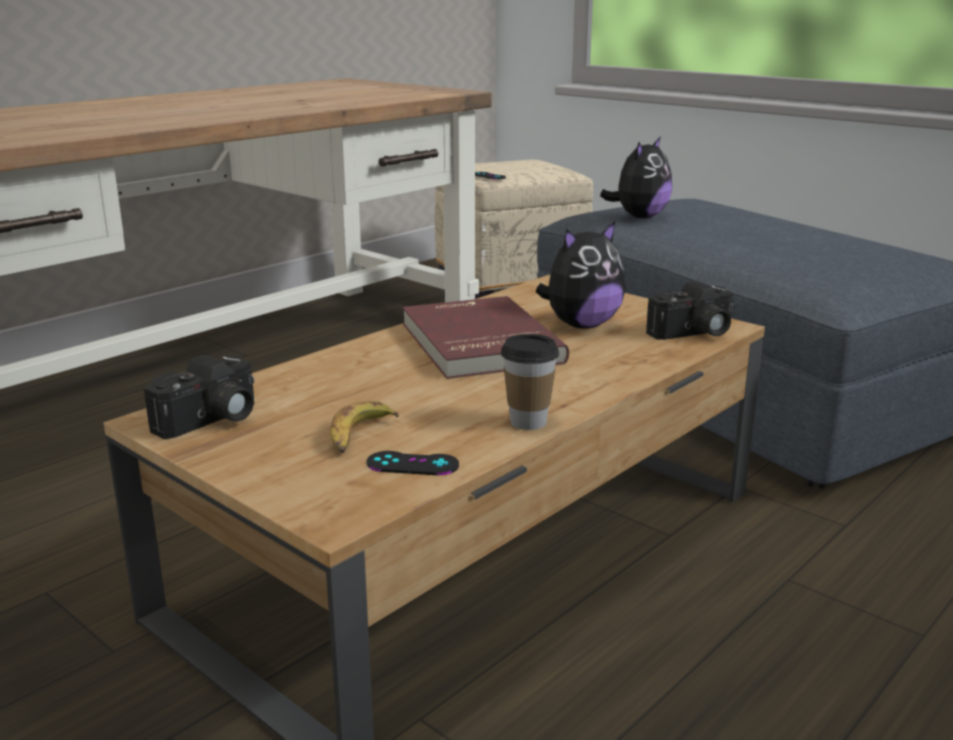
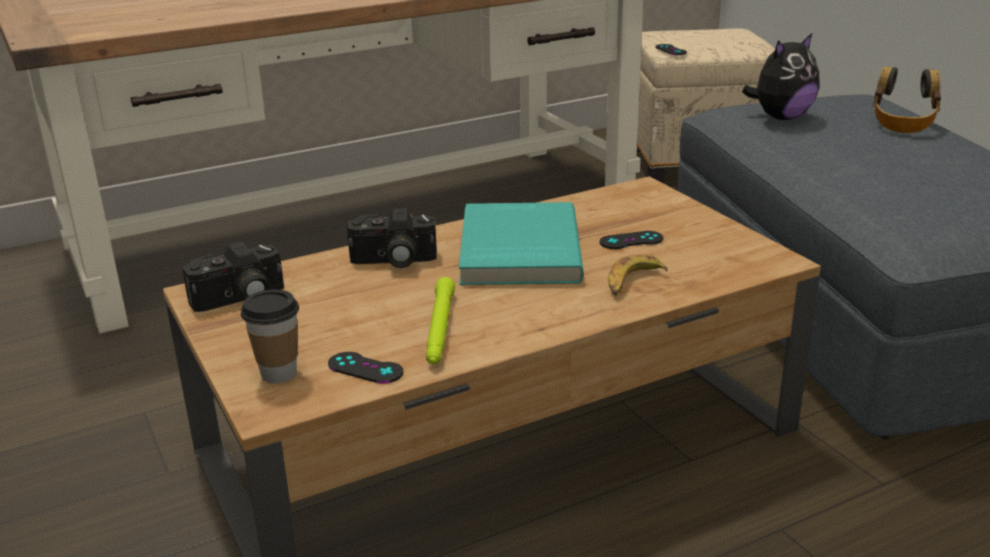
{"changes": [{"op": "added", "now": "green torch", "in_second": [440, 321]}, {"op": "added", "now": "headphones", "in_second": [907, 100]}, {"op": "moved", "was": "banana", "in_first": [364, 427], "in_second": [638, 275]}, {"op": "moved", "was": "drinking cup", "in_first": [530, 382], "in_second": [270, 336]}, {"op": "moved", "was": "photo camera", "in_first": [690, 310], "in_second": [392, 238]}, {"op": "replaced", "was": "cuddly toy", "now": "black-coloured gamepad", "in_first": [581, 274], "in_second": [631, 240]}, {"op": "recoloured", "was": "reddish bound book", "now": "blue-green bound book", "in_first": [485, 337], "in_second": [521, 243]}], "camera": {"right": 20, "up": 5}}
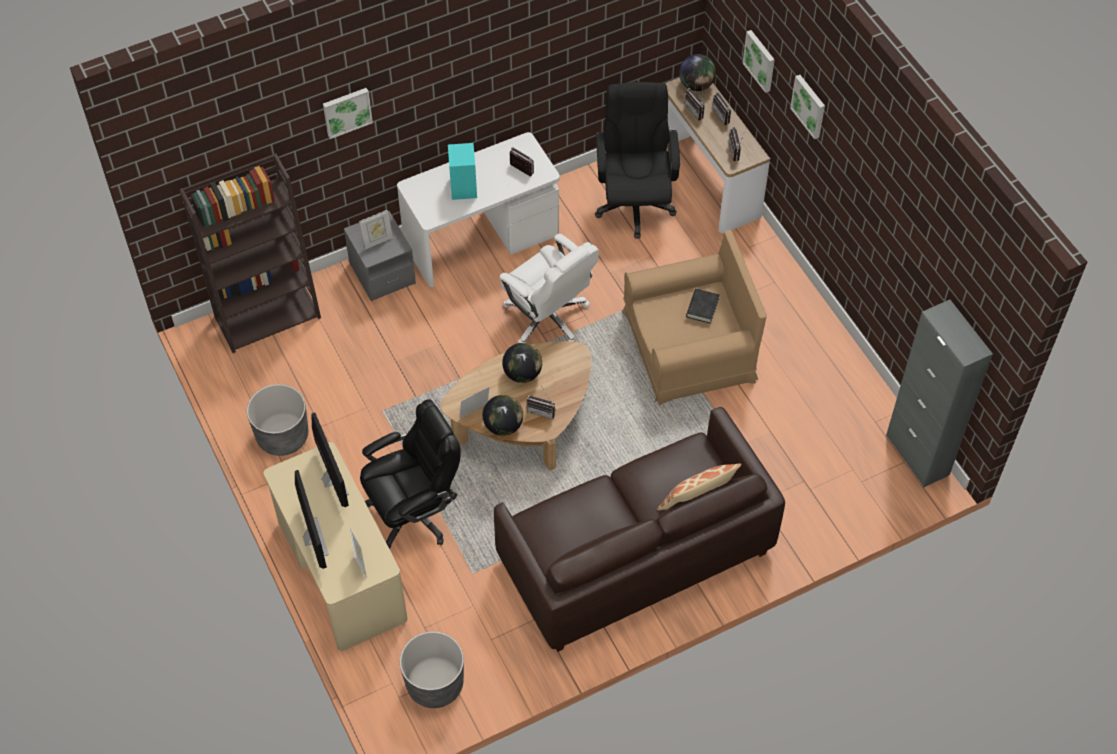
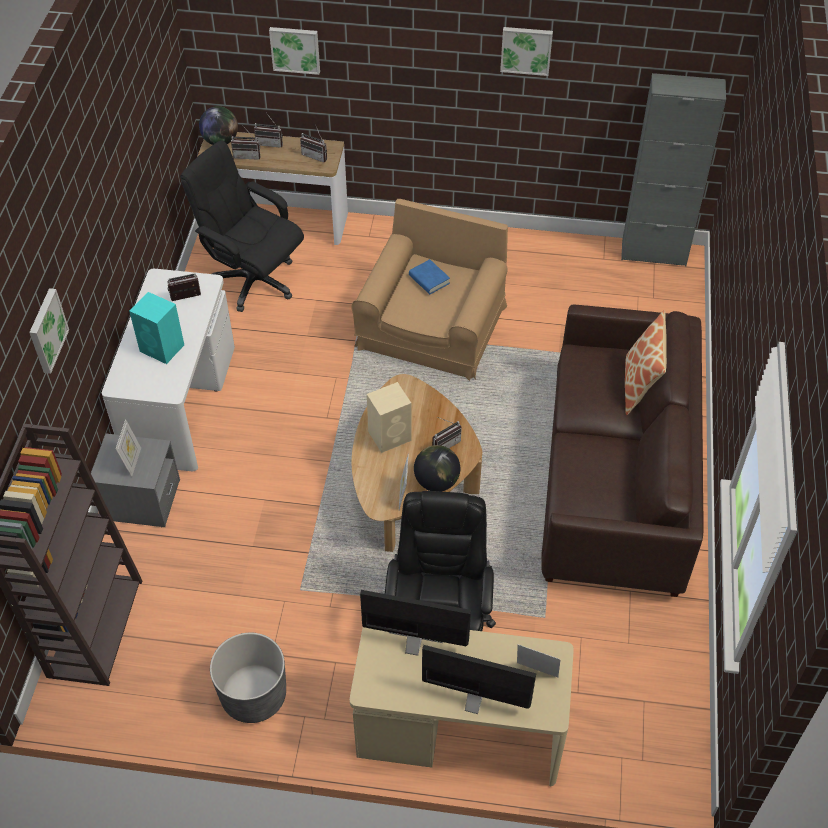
{"changes": [{"op": "removed", "was": "gray flower pot", "in_first": [432, 669]}, {"op": "removed", "was": "whitish computer chair", "in_first": [549, 288]}, {"op": "moved", "was": "picture", "in_first": [807, 107], "in_second": [526, 51]}, {"op": "replaced", "was": "desk globe", "now": "beige loudspeaker", "in_first": [522, 363], "in_second": [389, 417]}, {"op": "recoloured", "was": "black-coloured bound book", "now": "bluish bound book", "in_first": [702, 306], "in_second": [429, 276]}], "camera": {"right": -55, "up": -5}}
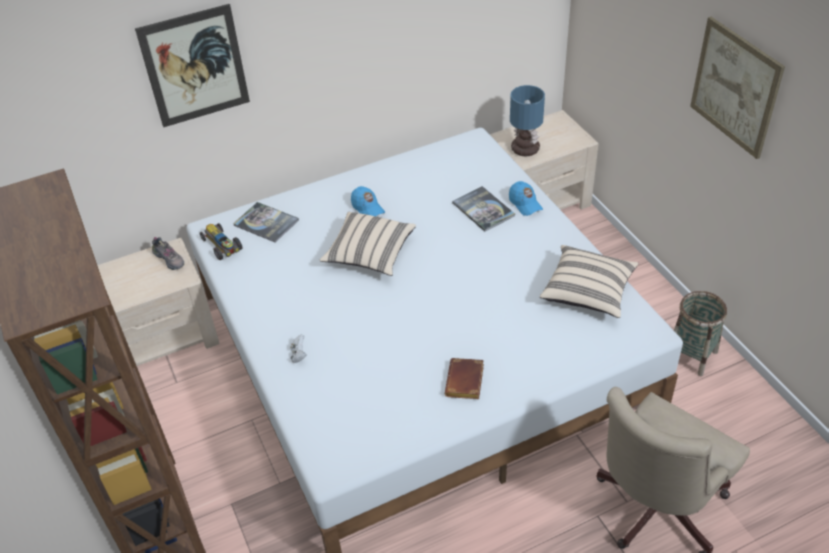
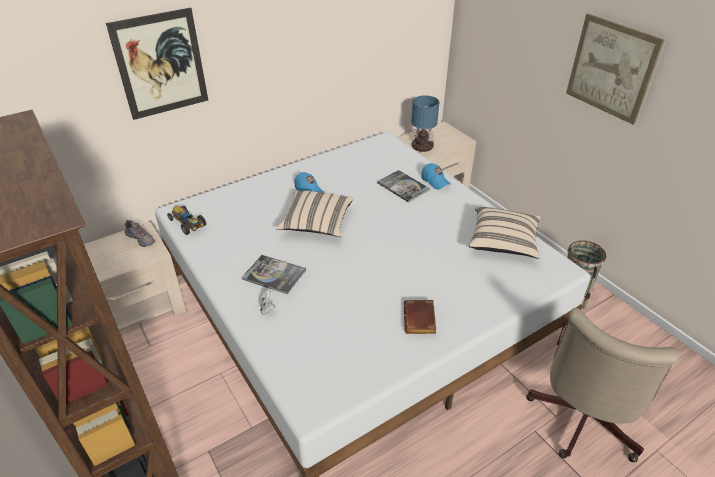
{"changes": [{"op": "moved", "was": "bound book", "in_first": [266, 222], "in_second": [274, 274]}], "camera": {"right": -10, "up": -5}}
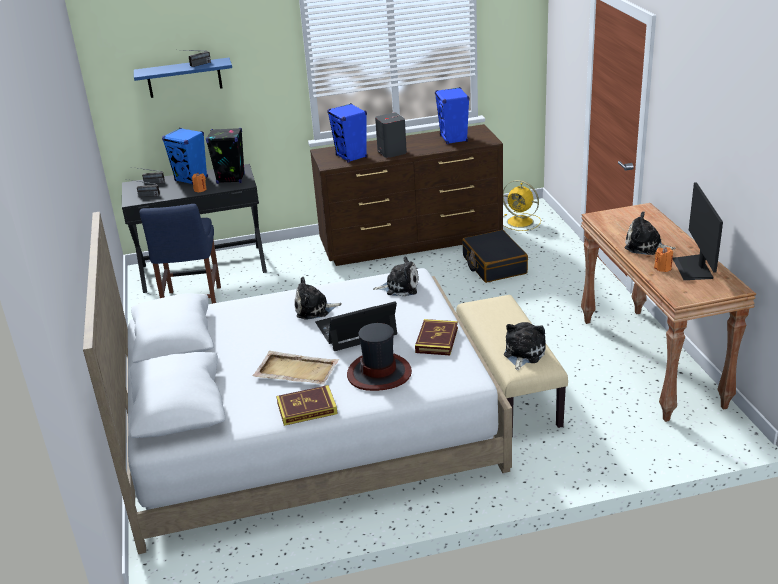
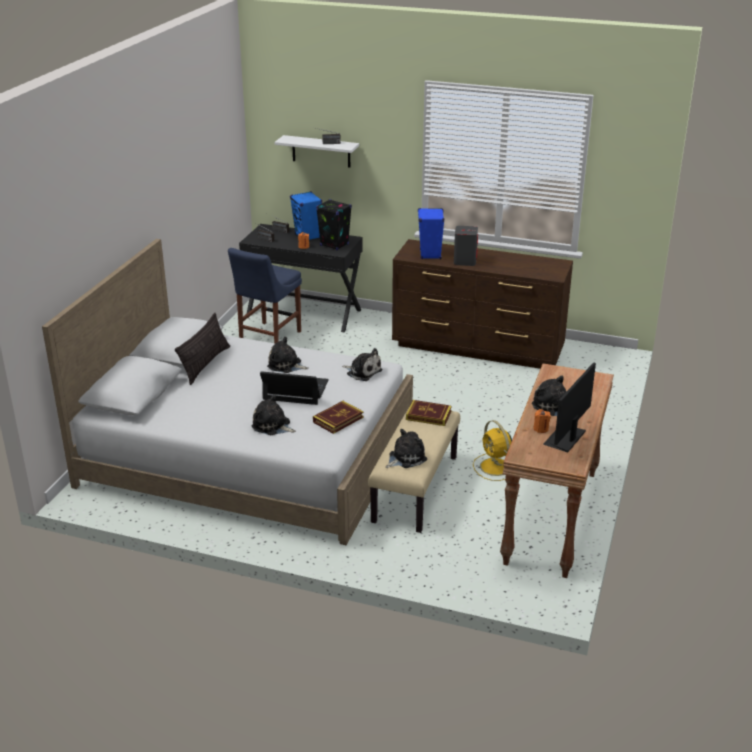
{"changes": [{"op": "removed", "was": "beige carrying tray", "in_first": [295, 367]}, {"op": "removed", "was": "bluish loudspeaker", "in_first": [452, 115]}, {"op": "removed", "was": "black-coloured suitcase", "in_first": [495, 256]}, {"op": "added", "now": "cushion", "in_second": [202, 349]}, {"op": "moved", "was": "bound book", "in_first": [307, 405], "in_second": [429, 413]}, {"op": "moved", "was": "yellowish electric fan", "in_first": [522, 205], "in_second": [492, 450]}, {"op": "replaced", "was": "clothing hat", "now": "cuddly toy", "in_first": [379, 357], "in_second": [274, 414]}, {"op": "recoloured", "was": "bluish shelf", "now": "whitish shelf", "in_first": [183, 78], "in_second": [316, 151]}], "camera": {"right": 30, "up": 0}}
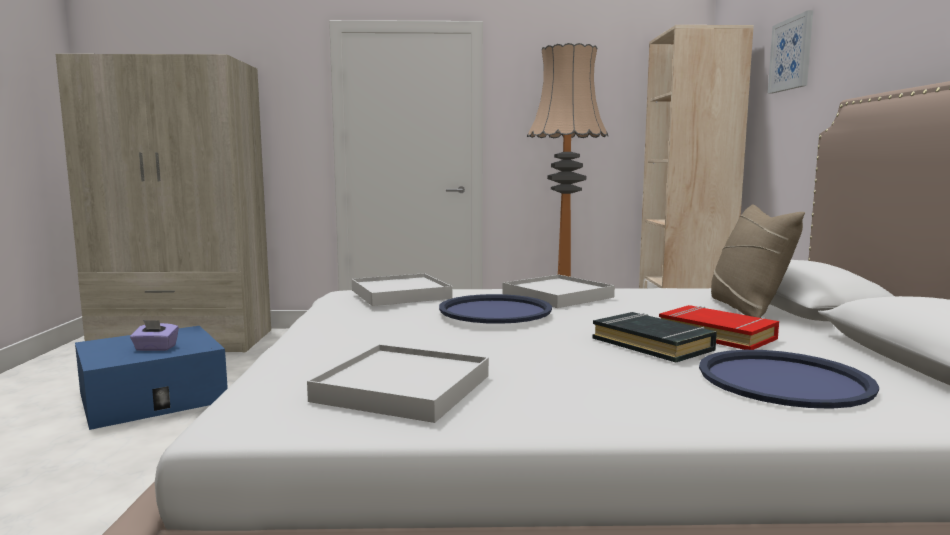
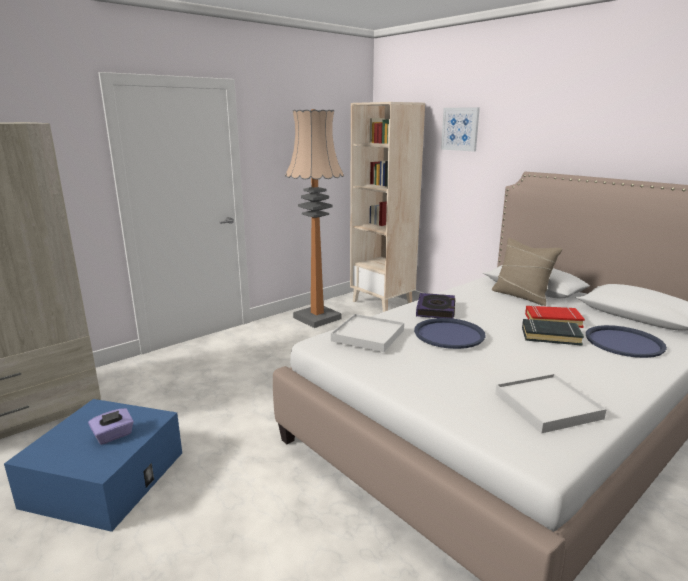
{"changes": [{"op": "replaced", "was": "whitish carrying tray", "now": "bound book", "in_first": [559, 291], "in_second": [435, 306]}], "camera": {"right": -40, "up": 10}}
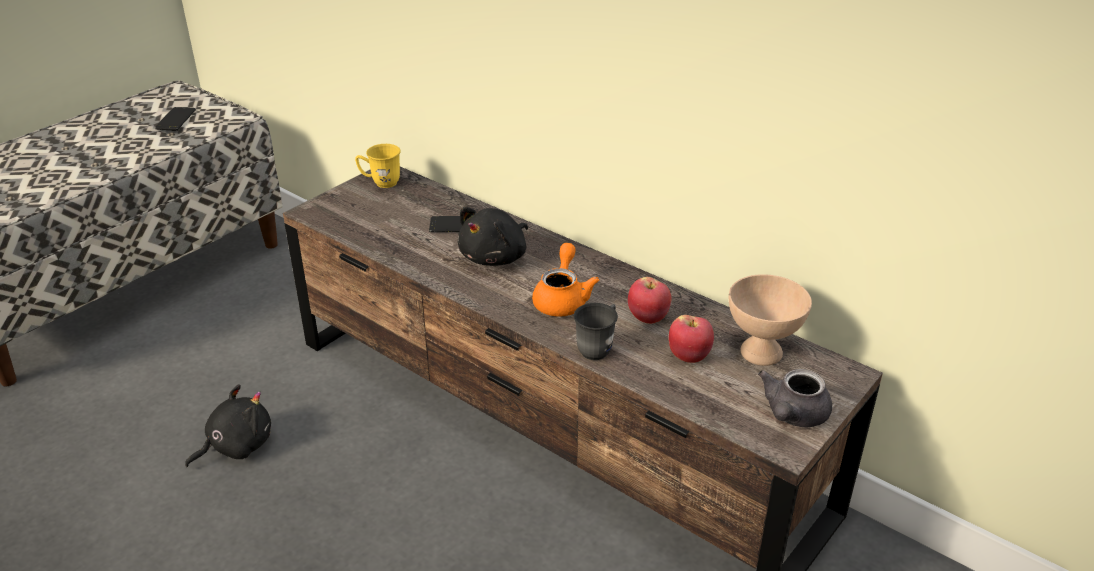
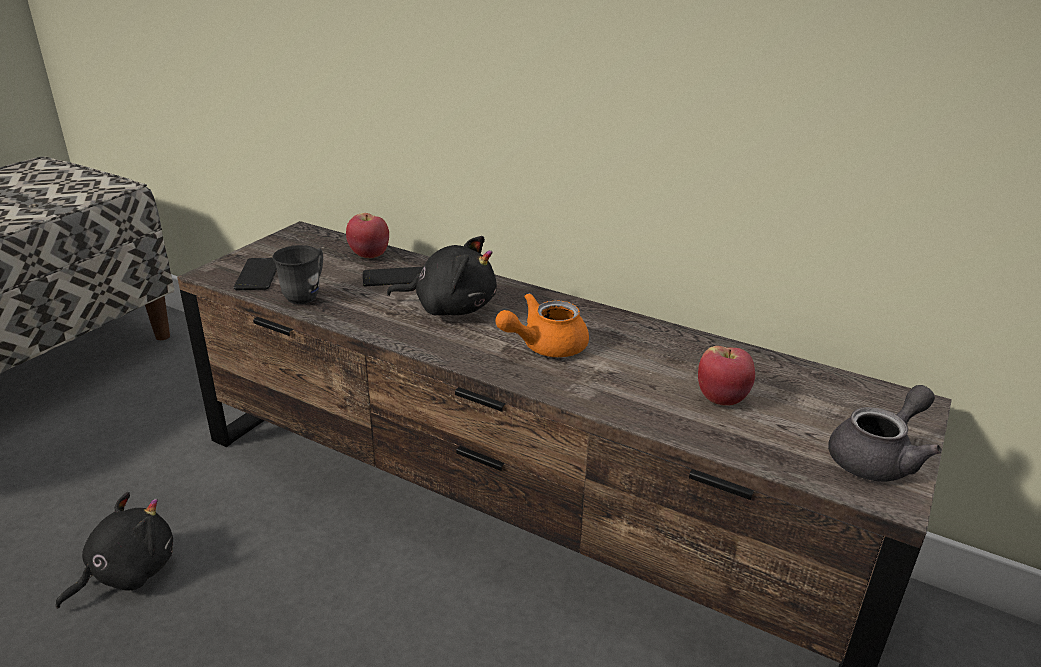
{"changes": [{"op": "removed", "was": "yellowish coffee mug", "in_first": [378, 166]}, {"op": "removed", "was": "beige deep dish", "in_first": [770, 320]}, {"op": "moved", "was": "handset", "in_first": [175, 119], "in_second": [255, 274]}, {"op": "moved", "was": "gray coffee mug", "in_first": [596, 331], "in_second": [297, 274]}, {"op": "moved", "was": "whole apple", "in_first": [649, 300], "in_second": [367, 235]}, {"op": "turned", "was": "black-coloured cuddly toy", "in_first": [493, 236], "in_second": [442, 275], "clockwise": -105}, {"op": "turned", "was": "orange teapot", "in_first": [565, 279], "in_second": [542, 325], "clockwise": -120}, {"op": "turned", "was": "gray teapot", "in_first": [795, 398], "in_second": [885, 433], "clockwise": -150}], "camera": {"right": -10, "up": -5}}
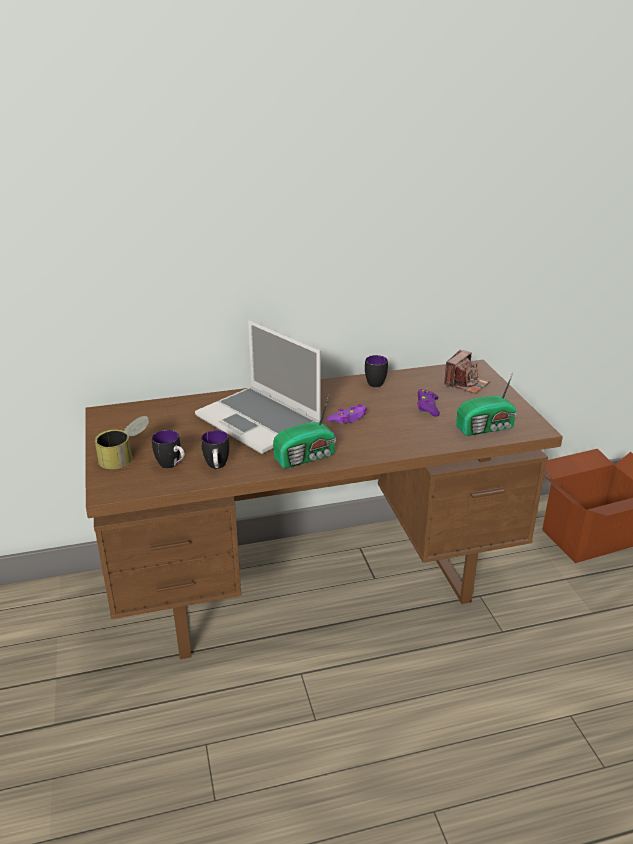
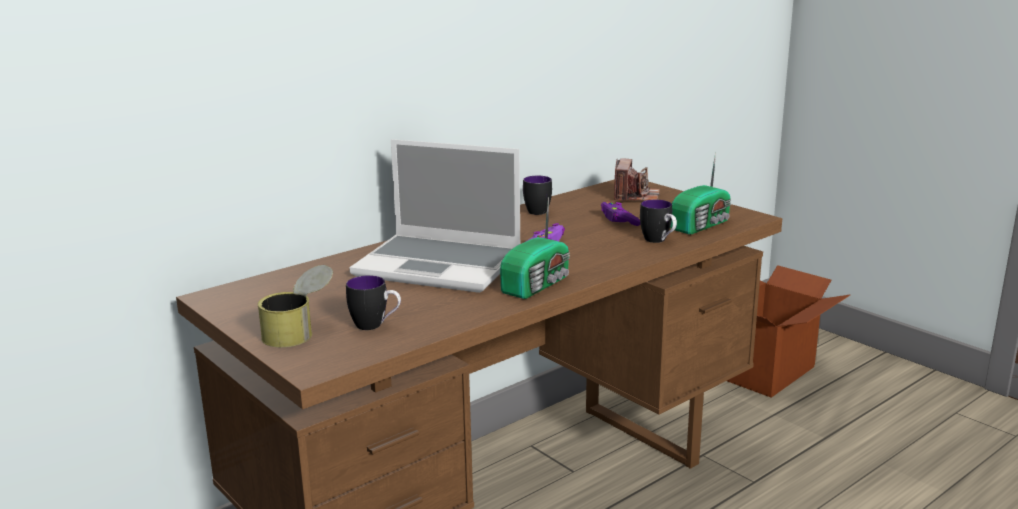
{"changes": [{"op": "moved", "was": "coffee mug", "in_first": [215, 449], "in_second": [658, 221]}], "camera": {"right": -25, "up": -10}}
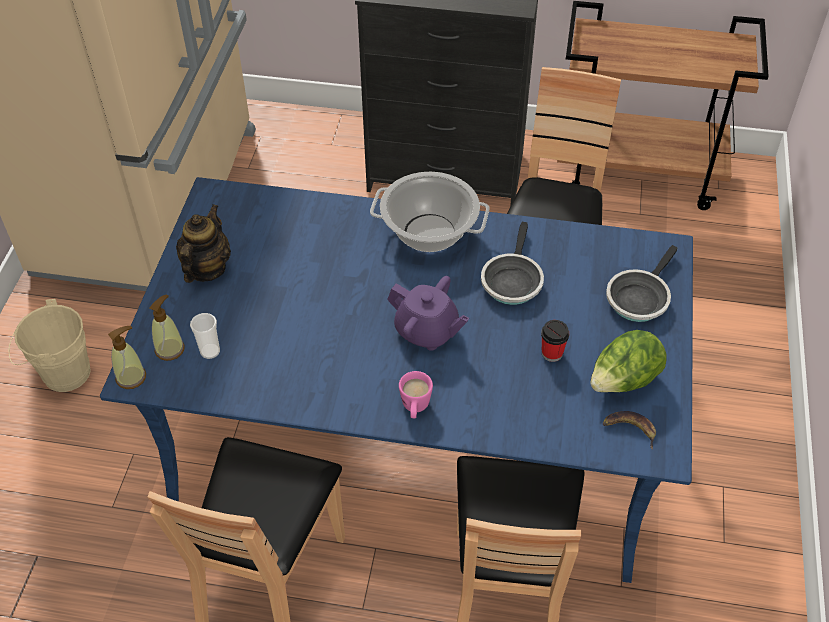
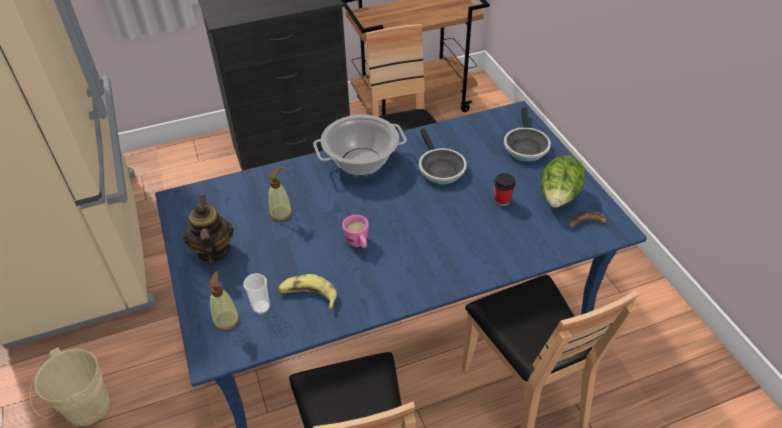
{"changes": [{"op": "removed", "was": "purple-coloured teapot", "in_first": [428, 313]}, {"op": "added", "now": "banana", "in_second": [307, 291]}, {"op": "moved", "was": "soap bottle", "in_first": [127, 357], "in_second": [280, 194]}, {"op": "moved", "was": "pink-coloured coffee mug", "in_first": [416, 394], "in_second": [355, 231]}], "camera": {"right": -30, "up": -5}}
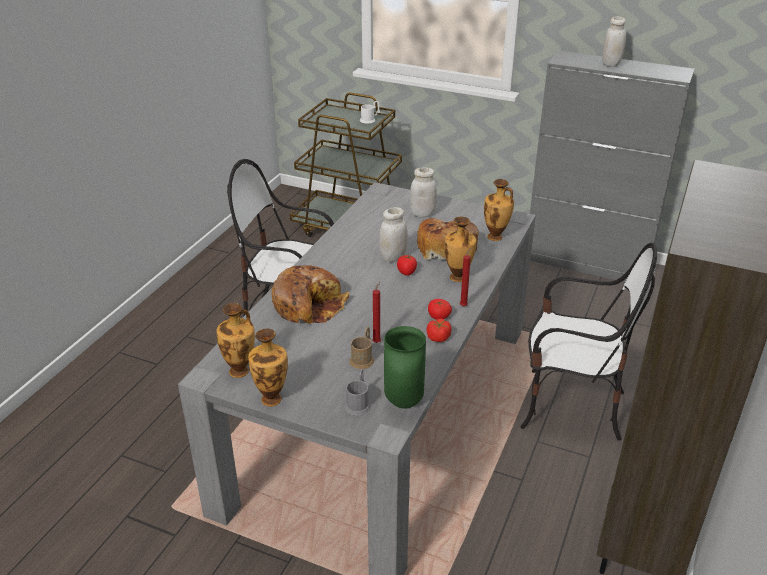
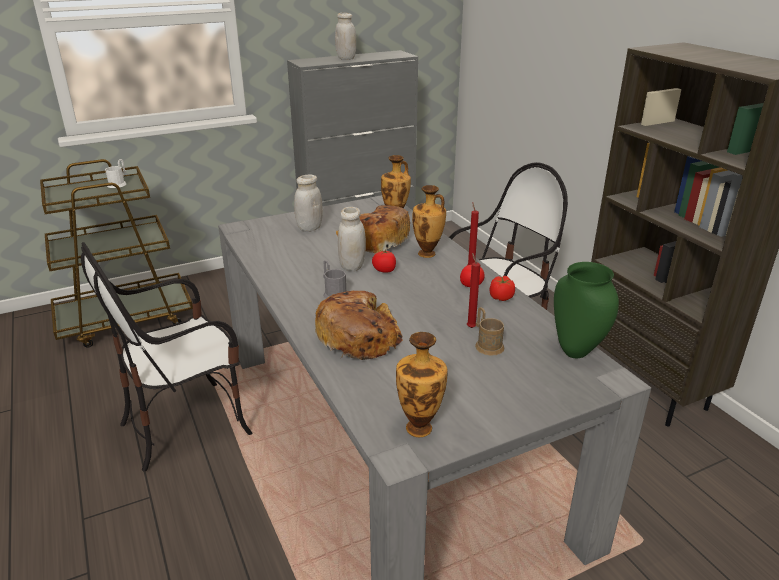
{"changes": [{"op": "removed", "was": "vase", "in_first": [268, 368]}, {"op": "moved", "was": "gray coffee mug", "in_first": [357, 392], "in_second": [335, 279]}], "camera": {"right": -50, "up": -5}}
